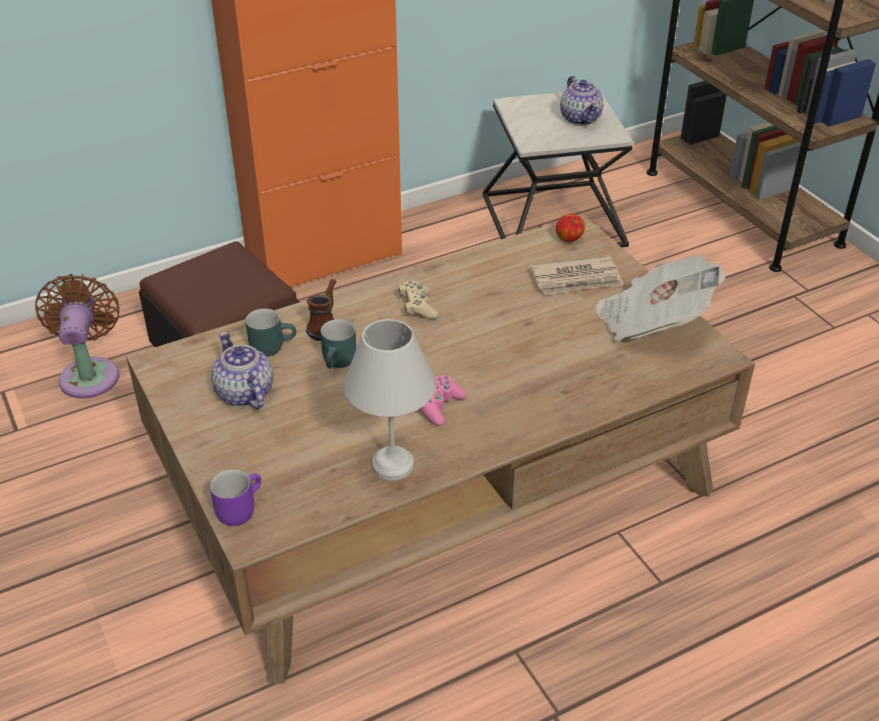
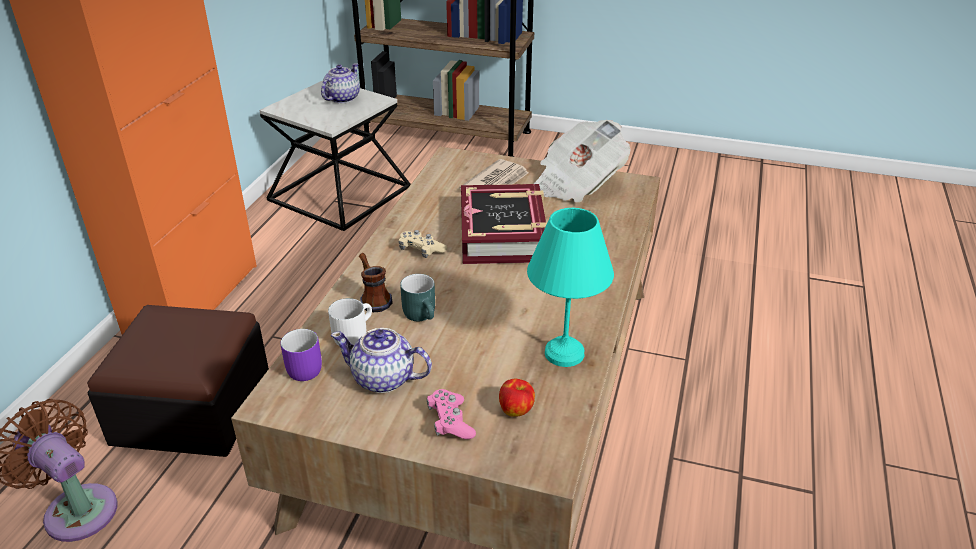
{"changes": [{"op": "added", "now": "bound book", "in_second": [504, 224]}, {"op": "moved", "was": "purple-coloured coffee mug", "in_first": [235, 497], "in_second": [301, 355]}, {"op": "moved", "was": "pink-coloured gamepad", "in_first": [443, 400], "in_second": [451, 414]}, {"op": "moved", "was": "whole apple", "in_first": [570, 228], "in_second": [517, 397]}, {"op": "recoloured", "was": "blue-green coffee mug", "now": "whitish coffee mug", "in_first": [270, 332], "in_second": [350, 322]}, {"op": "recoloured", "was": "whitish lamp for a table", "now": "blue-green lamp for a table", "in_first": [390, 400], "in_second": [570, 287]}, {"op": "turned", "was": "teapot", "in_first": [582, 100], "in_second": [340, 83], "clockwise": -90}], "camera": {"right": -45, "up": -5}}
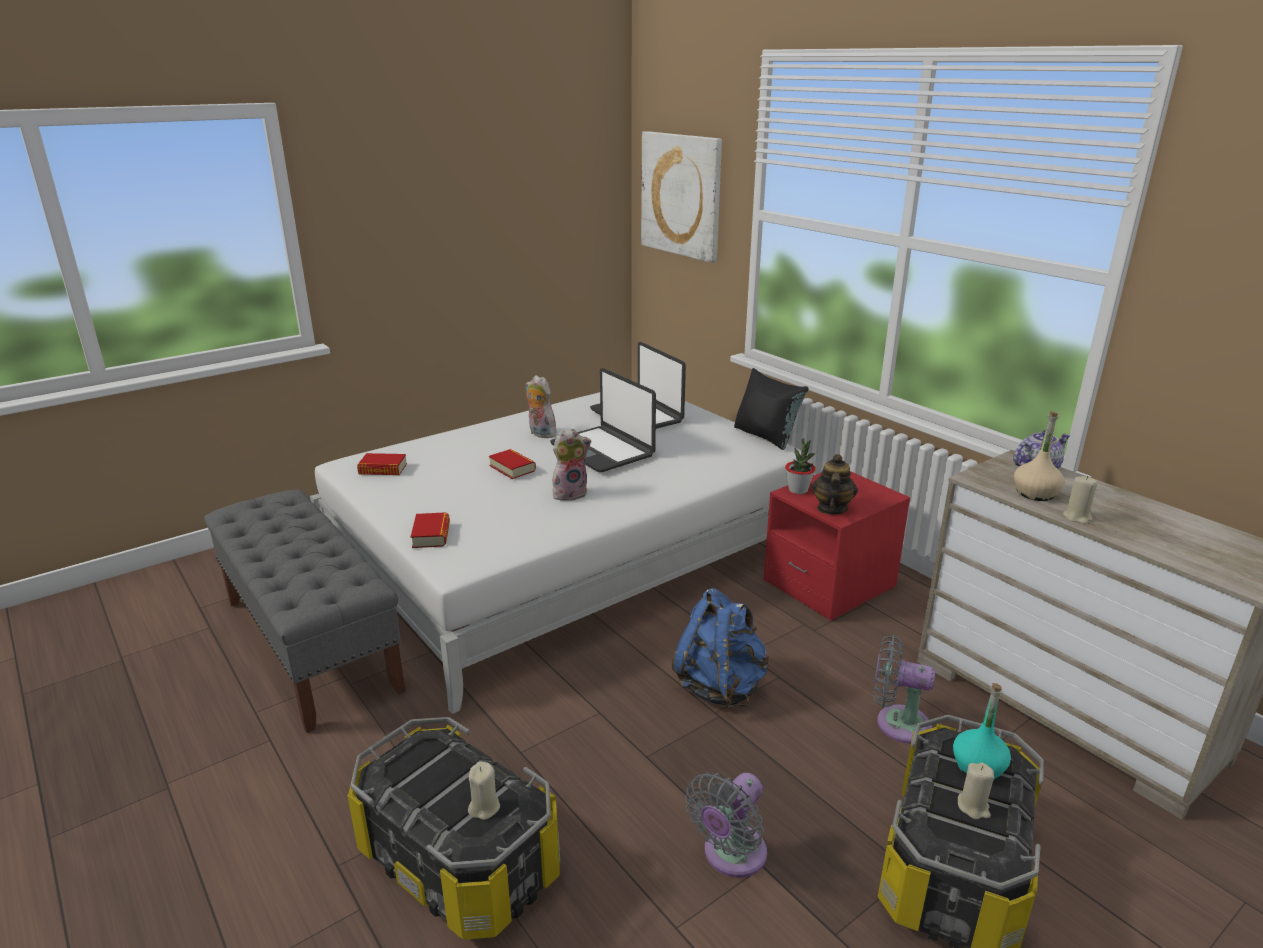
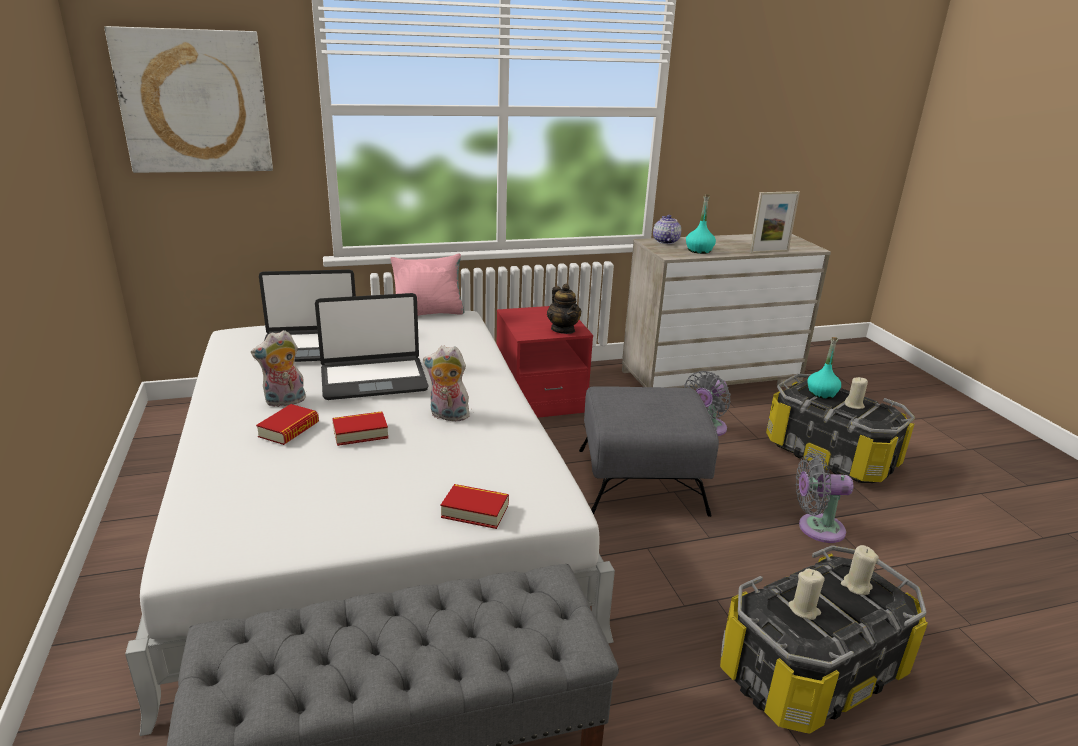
{"changes": [{"op": "removed", "was": "potted plant", "in_first": [800, 466]}, {"op": "added", "now": "standing frame", "in_second": [775, 222]}, {"op": "moved", "was": "bound book", "in_first": [382, 464], "in_second": [287, 424]}, {"op": "moved", "was": "beige wax light", "in_first": [1080, 500], "in_second": [806, 594]}, {"op": "replaced", "was": "bluish rucksack", "now": "gray ottoman", "in_first": [720, 648], "in_second": [649, 451]}, {"op": "recoloured", "was": "black-coloured cushion", "now": "pink-coloured cushion", "in_first": [771, 409], "in_second": [427, 284]}, {"op": "recoloured", "was": "beige drink bottle", "now": "blue-green drink bottle", "in_first": [1039, 456], "in_second": [701, 224]}, {"op": "turned", "was": "cuddly toy", "in_first": [571, 465], "in_second": [447, 383], "clockwise": -75}, {"op": "turned", "was": "gray electric fan", "in_first": [726, 825], "in_second": [824, 498], "clockwise": 120}, {"op": "turned", "was": "teapot", "in_first": [835, 484], "in_second": [564, 309], "clockwise": -150}], "camera": {"right": -70, "up": 0}}
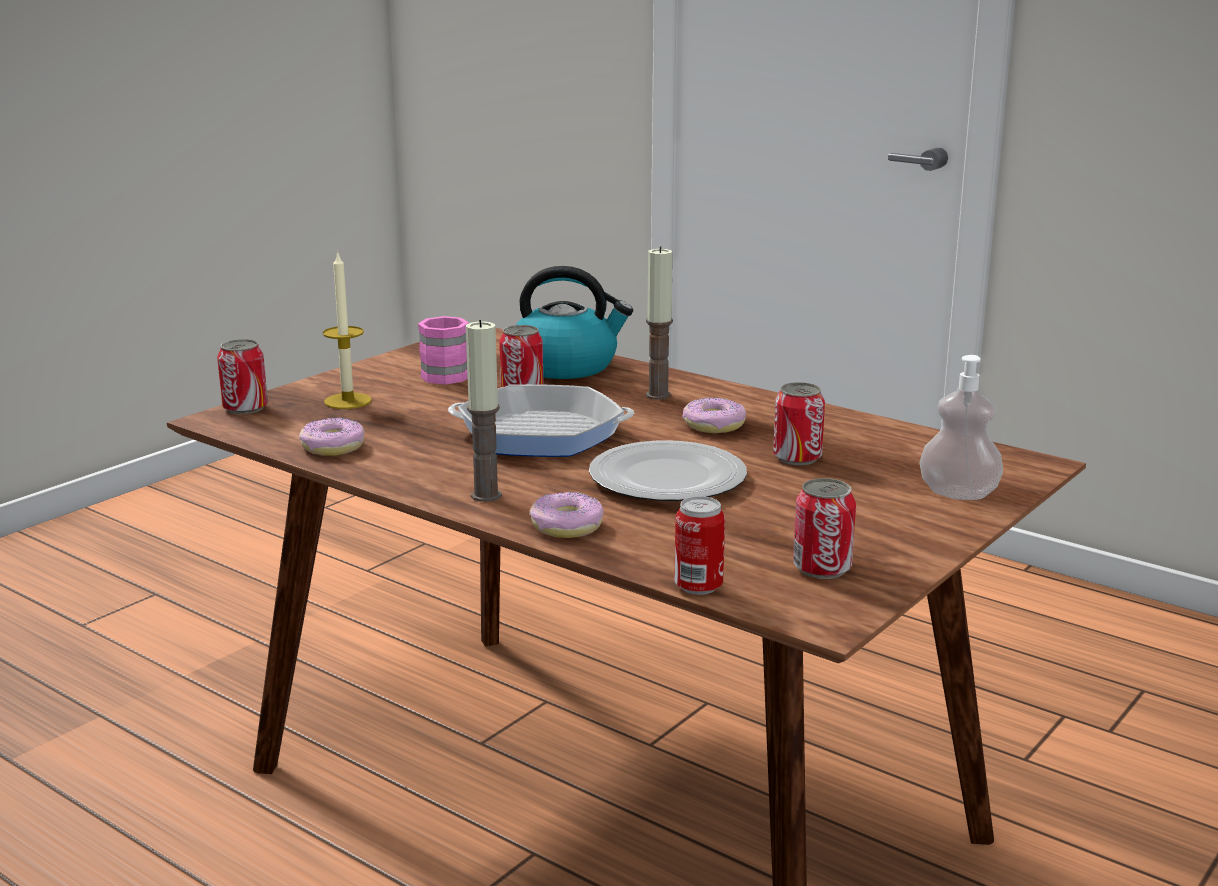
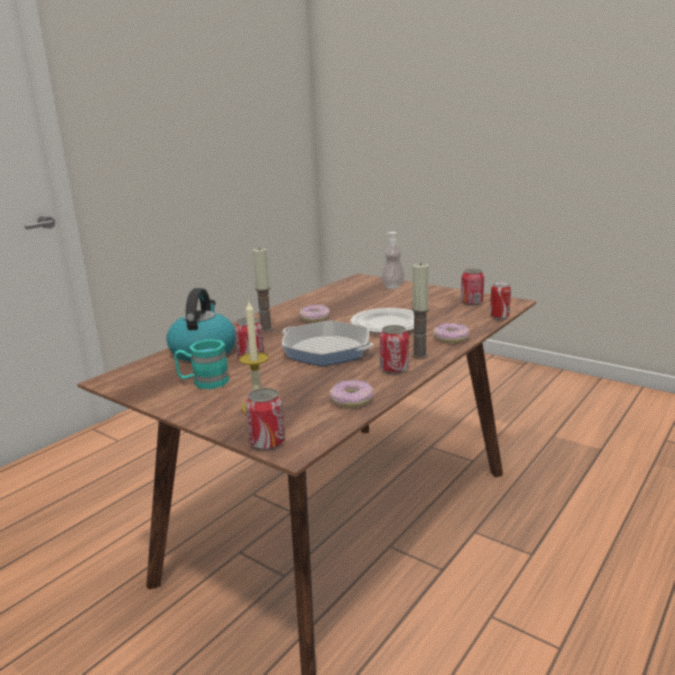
{"changes": [{"op": "moved", "was": "can", "in_first": [799, 423], "in_second": [394, 349]}, {"op": "recoloured", "was": "pink-coloured coffee mug", "now": "blue-green coffee mug", "in_first": [443, 350], "in_second": [201, 364]}, {"op": "turned", "was": "pan", "in_first": [541, 420], "in_second": [328, 343], "clockwise": 120}], "camera": {"right": -90, "up": 0}}
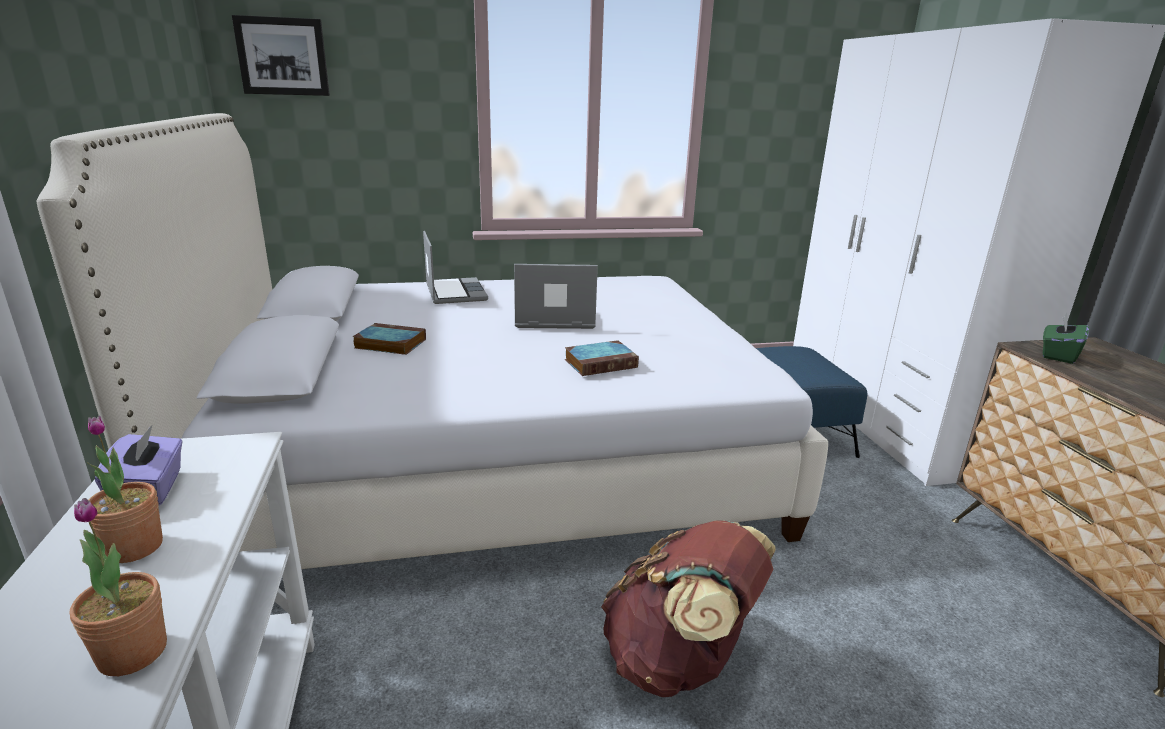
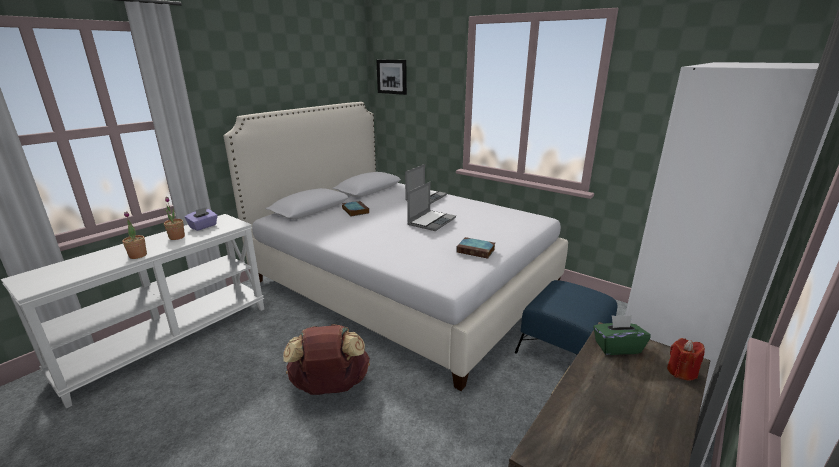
{"changes": [{"op": "added", "now": "reddish wax light", "in_second": [686, 359]}, {"op": "moved", "was": "bound book", "in_first": [602, 358], "in_second": [475, 248]}, {"op": "turned", "was": "laptop", "in_first": [556, 296], "in_second": [431, 206], "clockwise": 75}], "camera": {"right": 50, "up": 0}}
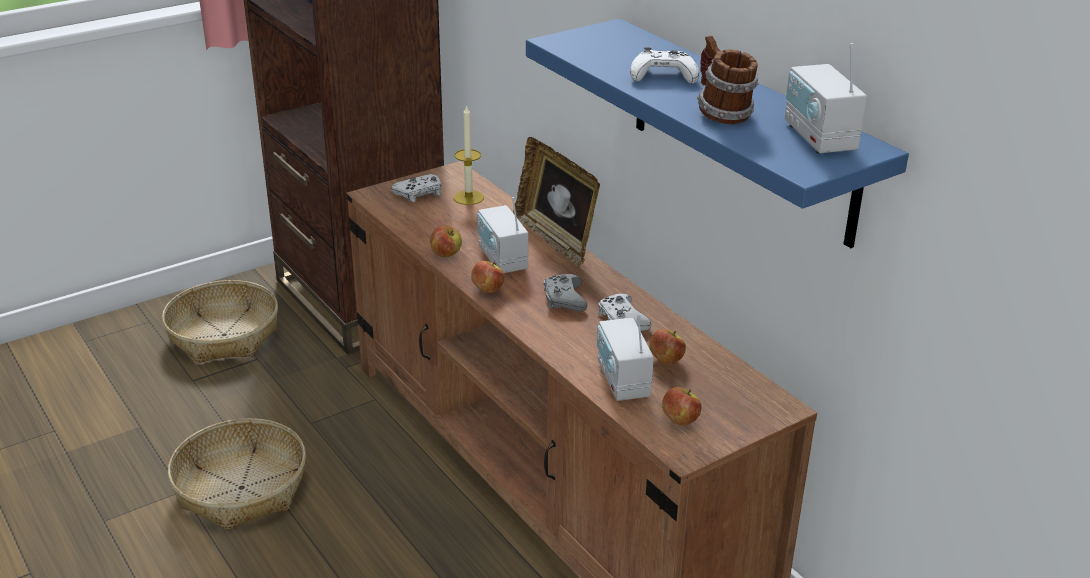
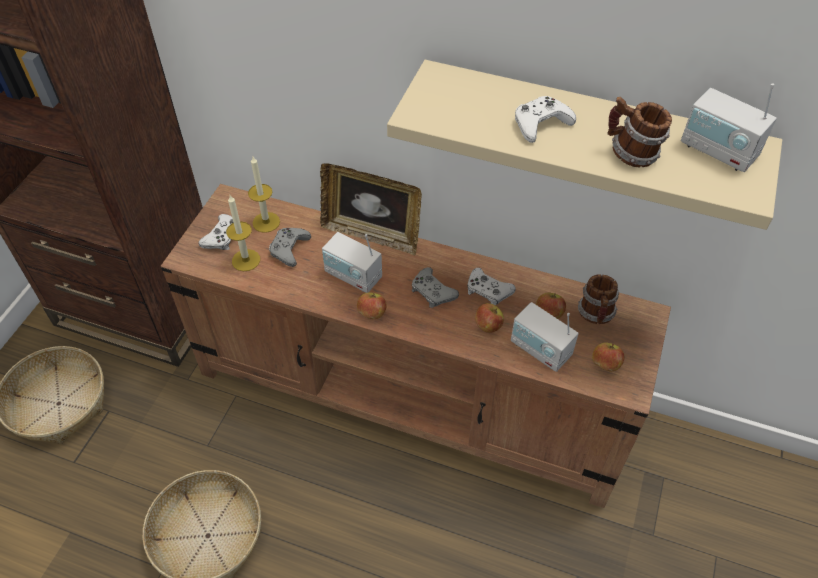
{"changes": [{"op": "added", "now": "wax light", "in_second": [243, 233]}, {"op": "added", "now": "gray gamepad", "in_second": [290, 247]}, {"op": "added", "now": "coffee mug", "in_second": [598, 299]}, {"op": "moved", "was": "whole apple", "in_first": [446, 241], "in_second": [489, 318]}, {"op": "recoloured", "was": "bluish shelf", "now": "beige shelf", "in_first": [717, 133], "in_second": [584, 145]}], "camera": {"right": -35, "up": 20}}
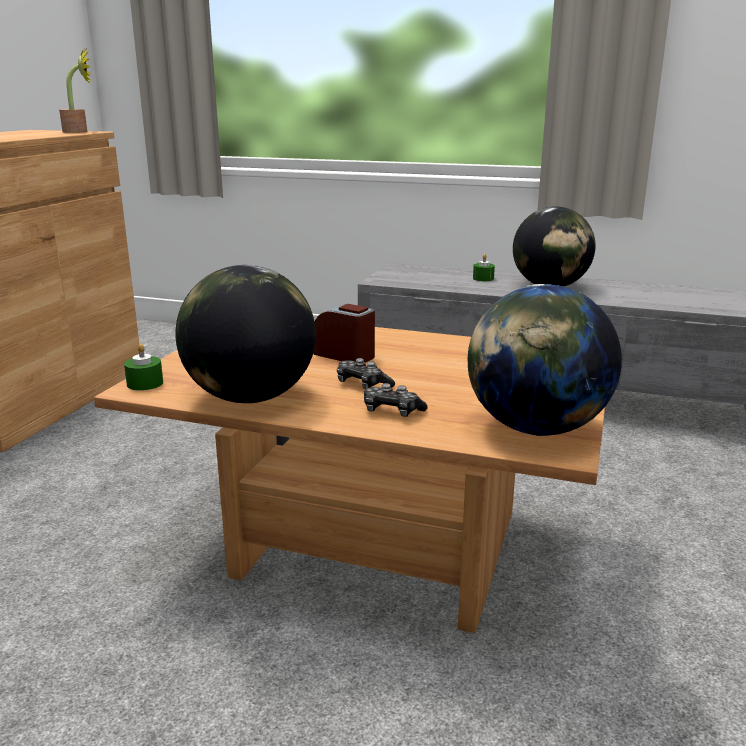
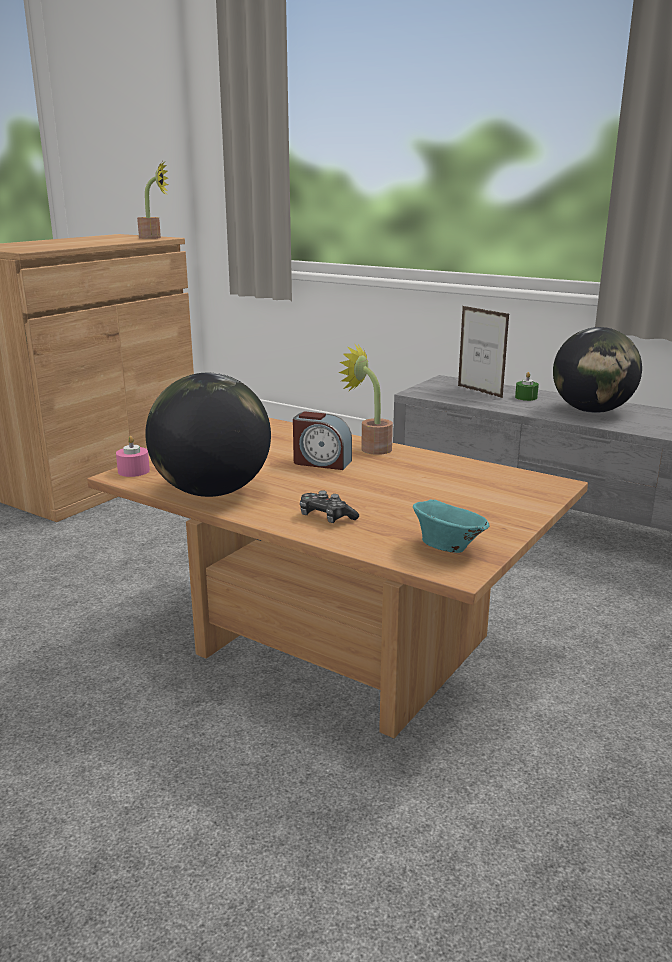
{"changes": [{"op": "removed", "was": "gamepad", "in_first": [366, 373]}, {"op": "added", "now": "potted plant", "in_second": [365, 399]}, {"op": "added", "now": "standing frame", "in_second": [483, 352]}, {"op": "replaced", "was": "desk globe", "now": "blue-green deep dish", "in_first": [545, 360], "in_second": [451, 526]}, {"op": "recoloured", "was": "green wax light", "now": "pink-coloured wax light", "in_first": [143, 367], "in_second": [133, 456]}, {"op": "turned", "was": "alarm clock", "in_first": [344, 333], "in_second": [322, 440], "clockwise": 150}], "camera": {"right": 15, "up": 0}}
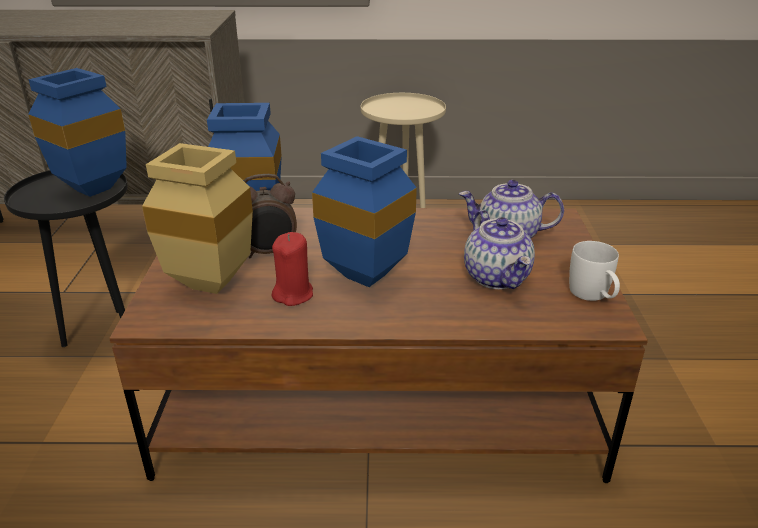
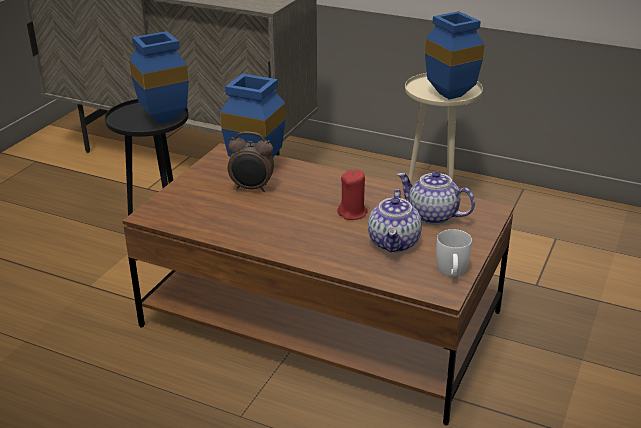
{"changes": [{"op": "removed", "was": "beige vase", "in_first": [197, 218]}, {"op": "moved", "was": "reddish wax light", "in_first": [292, 269], "in_second": [352, 194]}, {"op": "moved", "was": "bluish vase", "in_first": [364, 211], "in_second": [454, 55]}], "camera": {"right": 25, "up": 0}}
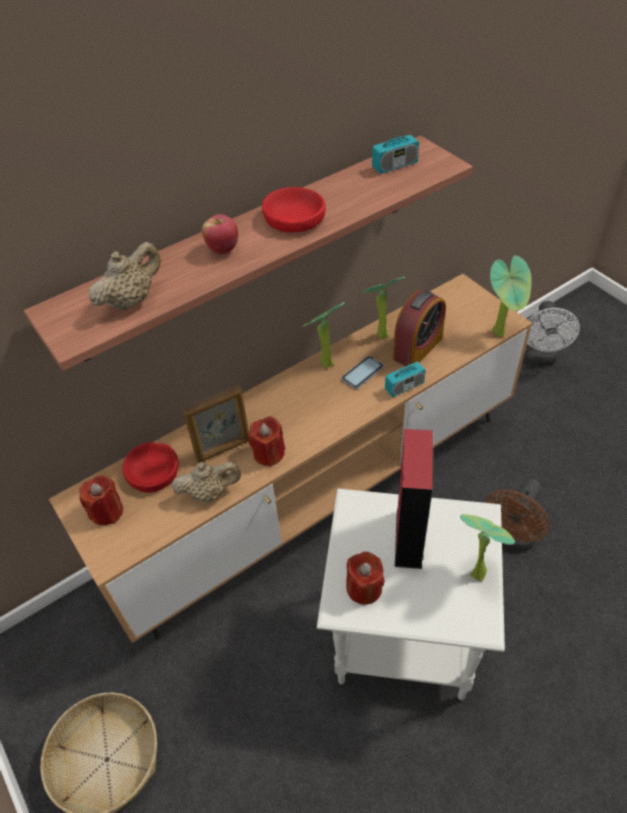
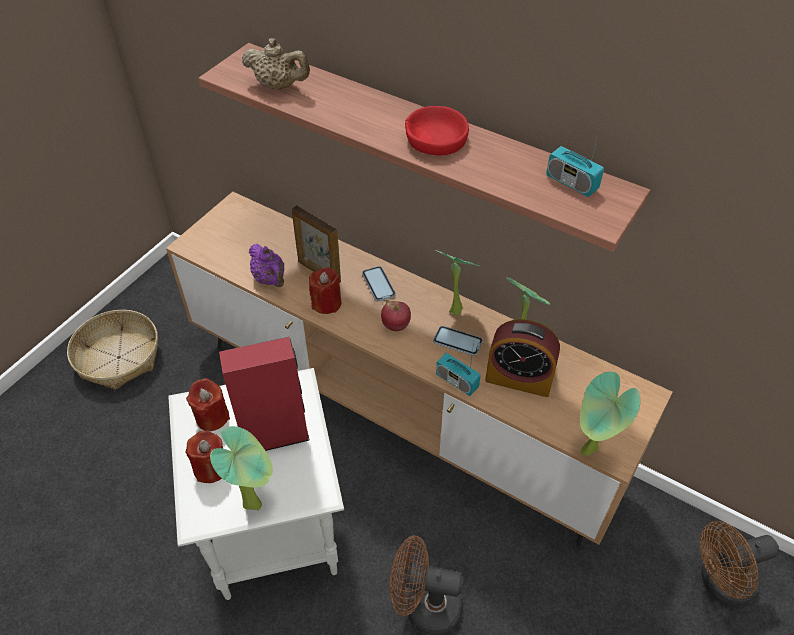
{"changes": [{"op": "removed", "was": "reddish deep dish", "in_first": [150, 467]}, {"op": "added", "now": "handset", "in_second": [379, 284]}, {"op": "moved", "was": "reddish wax light", "in_first": [101, 500], "in_second": [204, 457]}, {"op": "moved", "was": "whole apple", "in_first": [220, 234], "in_second": [396, 316]}, {"op": "recoloured", "was": "beige teapot", "now": "purple-coloured teapot", "in_first": [206, 482], "in_second": [266, 265]}, {"op": "recoloured", "was": "whitish electric fan", "now": "brownish electric fan", "in_first": [551, 333], "in_second": [739, 564]}], "camera": {"right": 65, "up": 0}}
